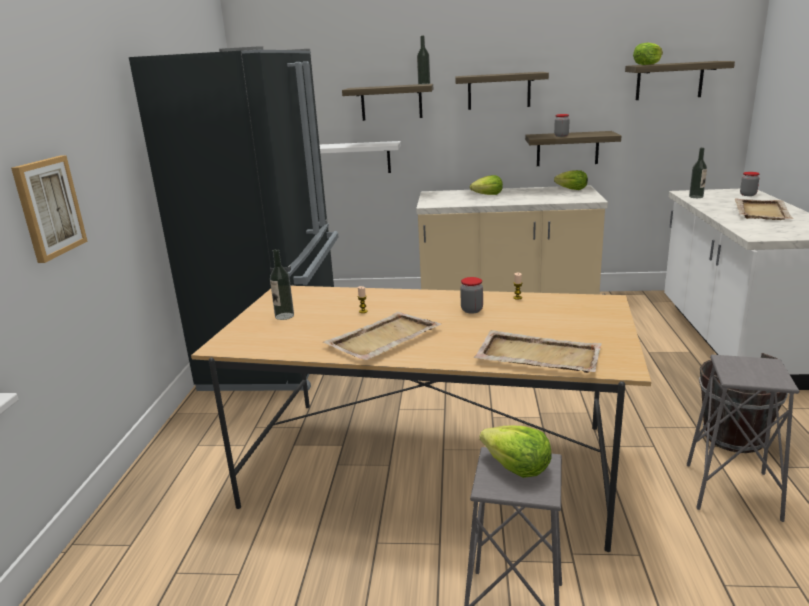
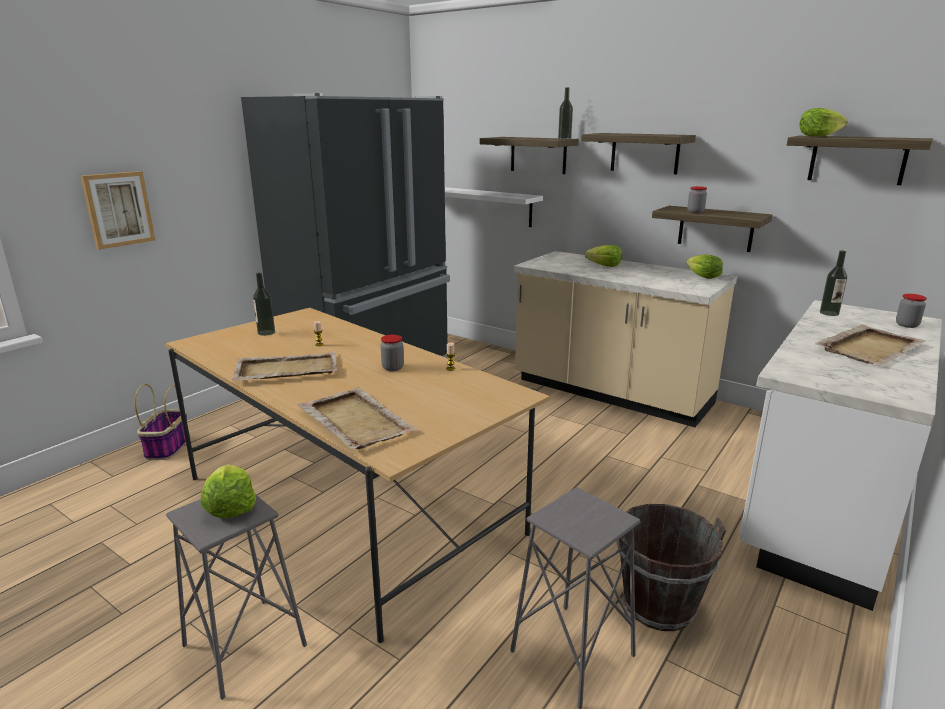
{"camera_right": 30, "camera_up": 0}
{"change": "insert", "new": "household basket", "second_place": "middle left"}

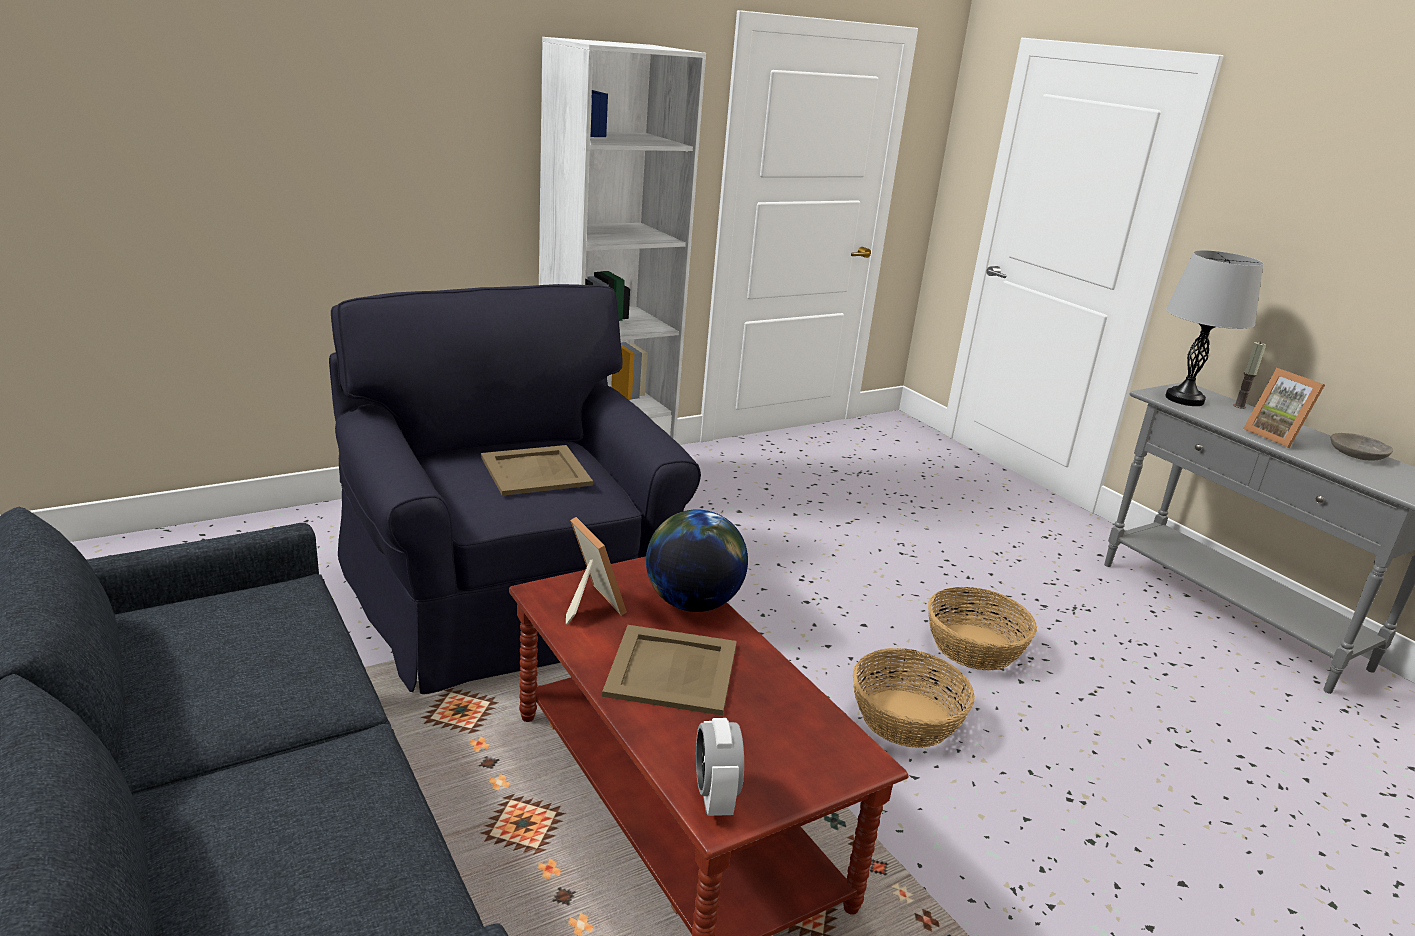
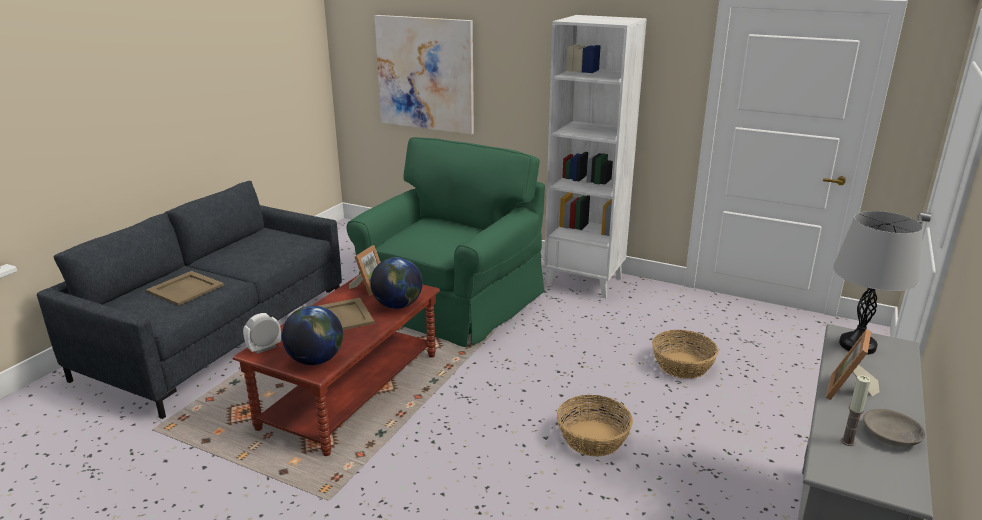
{"camera_right": 60, "camera_up": 0}
{"change": "move", "old": "serving tray in beige (1st from left)", "first_place": "centre", "second_place": "middle left"}
{"change": "insert", "new": "world globe (1st from left)", "second_place": "middle left"}
{"change": "recolor", "old": "armchair in blackish", "new": "armchair in greenish", "first_place": "centre", "second_place": "centre"}
{"change": "insert", "new": "wall art", "second_place": "top centre"}
{"change": "move", "old": "household basket (1st from left in the first image)", "new": "household basket (2nd from left)", "first_place": "bottom centre", "second_place": "bottom right"}
{"change": "move", "old": "candle", "first_place": "middle right", "second_place": "bottom right"}

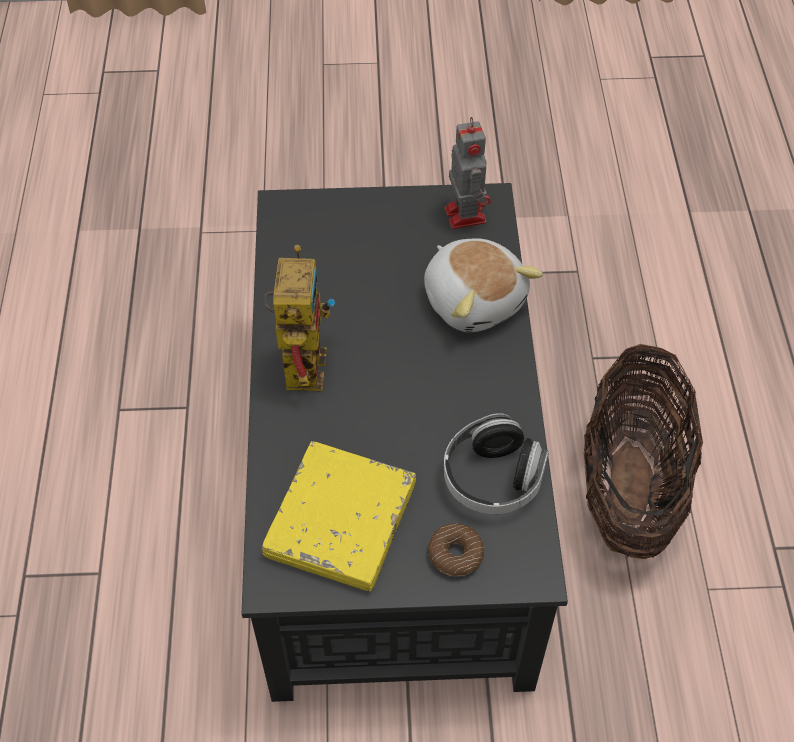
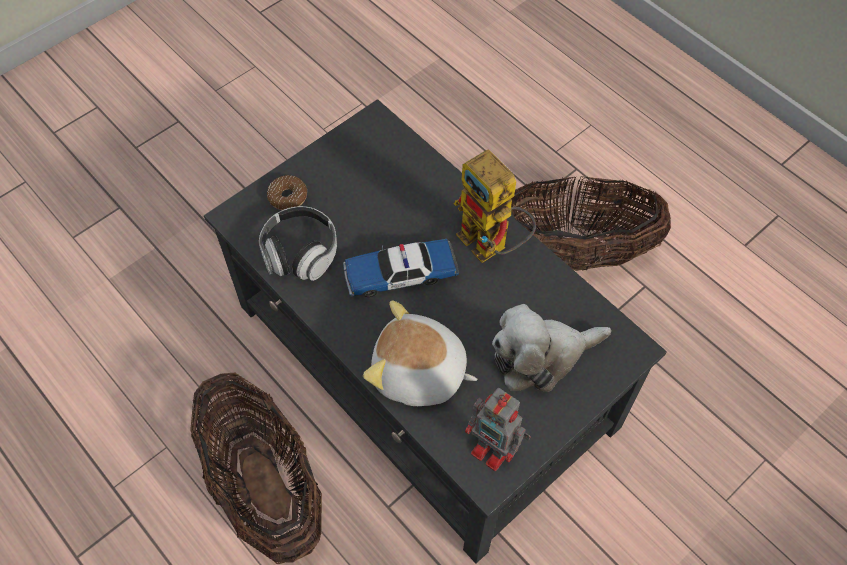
{"camera_right": 140, "camera_up": 5}
{"change": "insert", "new": "model car", "second_place": "centre"}
{"change": "insert", "new": "plush toy (2nd from left)", "second_place": "centre"}
{"change": "insert", "new": "household basket (2nd from left)", "second_place": "middle right"}
{"change": "delete", "old": "volume in yellowish", "first_place": "bottom centre"}

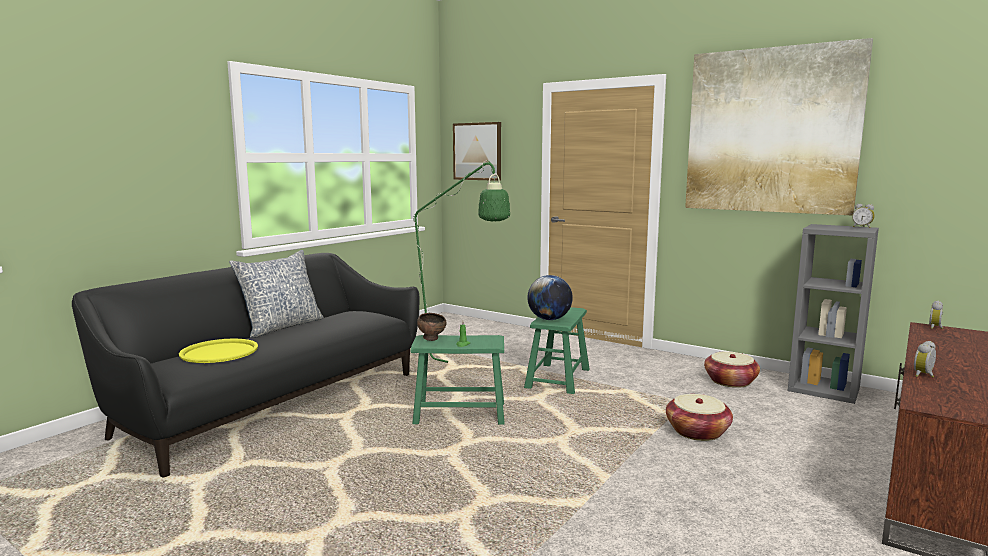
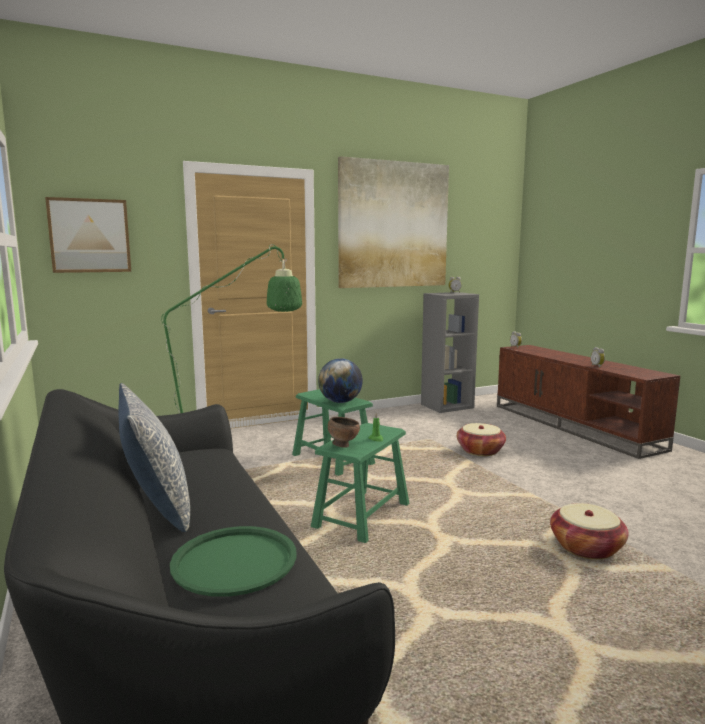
{"camera_right": -60, "camera_up": 0}
{"change": "recolor", "old": "serving tray in yellowish", "new": "serving tray in greenish", "first_place": "middle left", "second_place": "bottom left"}
{"change": "move", "old": "household basket (2nd from left)", "first_place": "middle right", "second_place": "bottom right"}

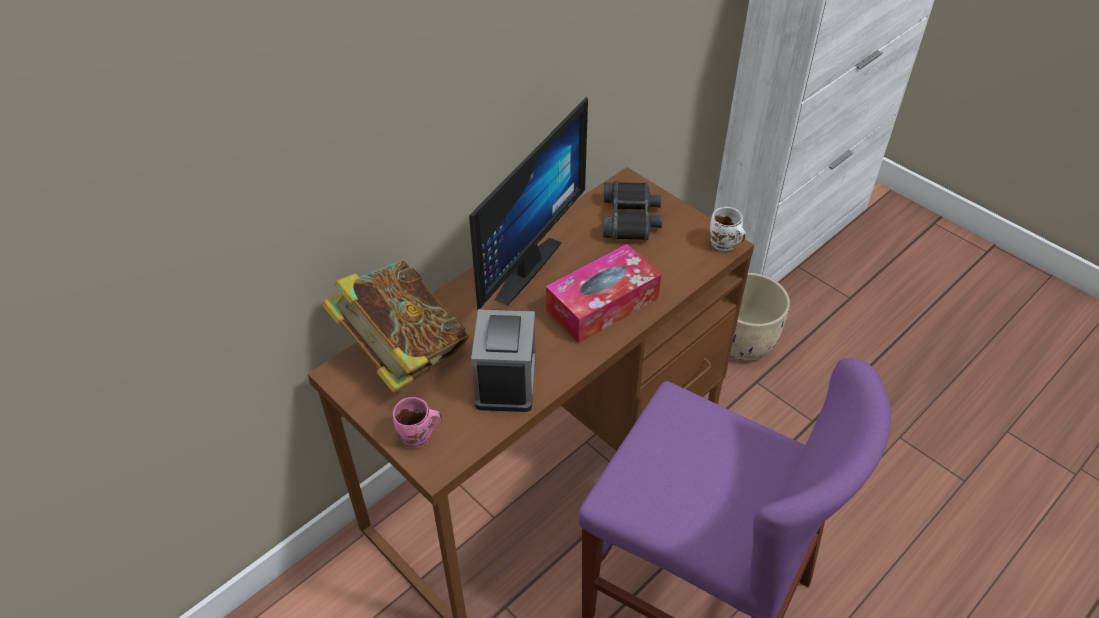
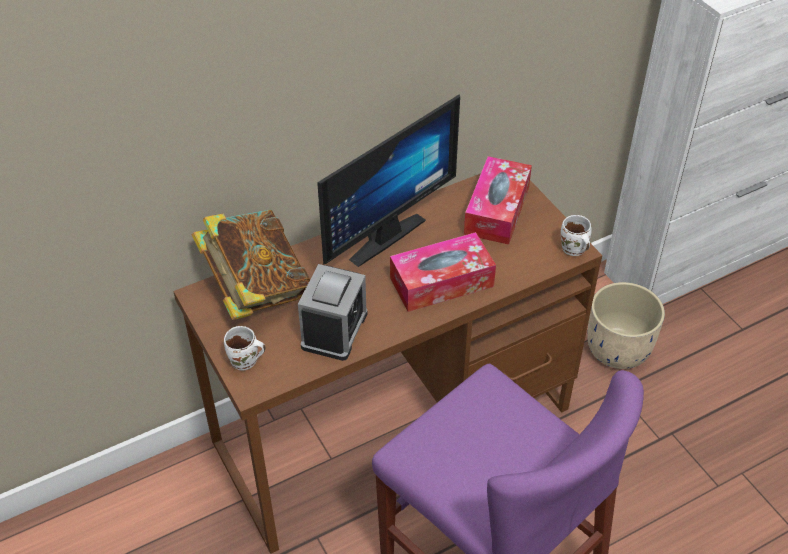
{"camera_right": 15, "camera_up": 0}
{"change": "recolor", "old": "mug in pink-coloured", "new": "mug in white (1st from left)", "first_place": "bottom centre", "second_place": "middle left"}
{"change": "replace", "old": "field glasses in blackish", "new": "tissue holder (2nd from left)", "first_place": "centre", "second_place": "centre"}

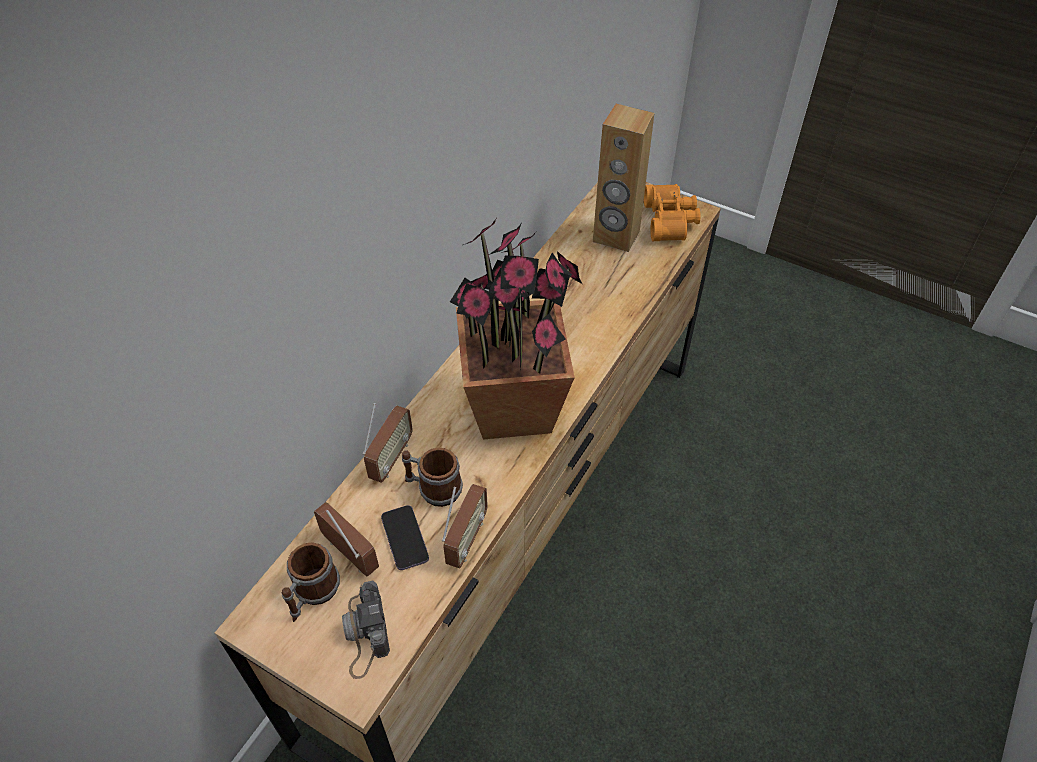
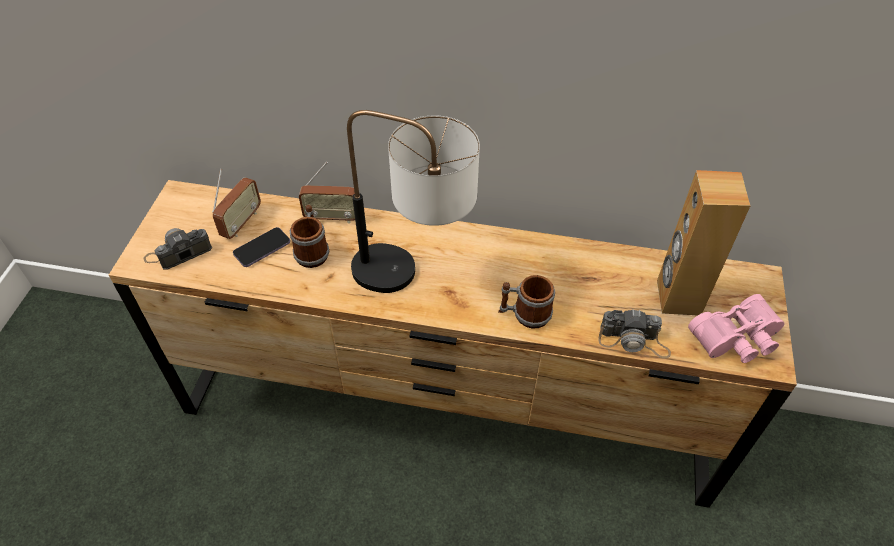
{"camera_right": 70, "camera_up": 0}
{"change": "replace", "old": "houseplant", "new": "table lamp", "first_place": "centre", "second_place": "centre"}
{"change": "move", "old": "mug (1st from left in the first image)", "new": "mug (2nd from left)", "first_place": "bottom left", "second_place": "centre"}
{"change": "insert", "new": "still camera (2nd from left)", "second_place": "middle right"}
{"change": "recolor", "old": "field glasses in orangey", "new": "field glasses in pink-coloured", "first_place": "top centre", "second_place": "middle right"}
{"change": "delete", "old": "radio set (3rd from left)", "first_place": "bottom centre"}

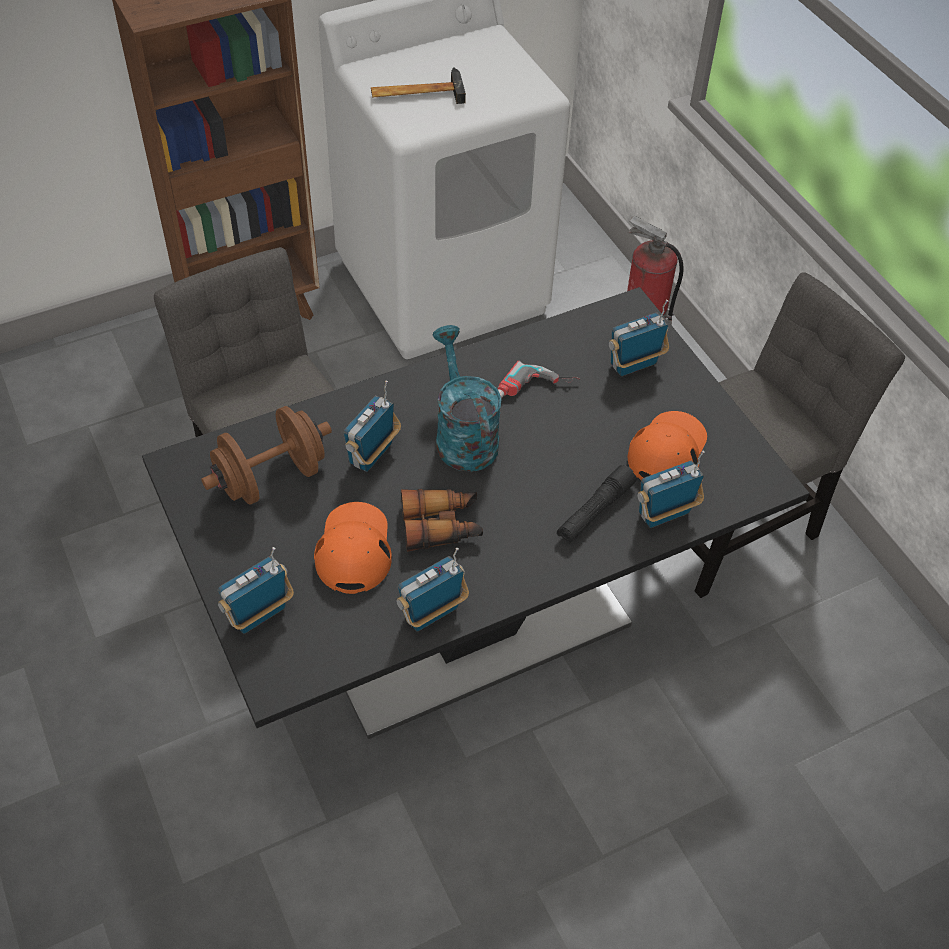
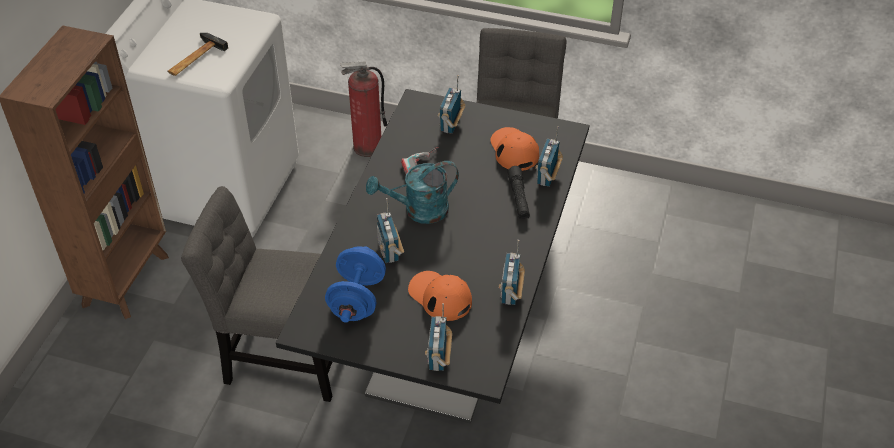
{"camera_right": -45, "camera_up": -5}
{"change": "recolor", "old": "dumbbell in brownish", "new": "dumbbell in blue", "first_place": "middle left", "second_place": "centre"}
{"change": "rotate", "old": "sprinkling can in turquoise", "first_place": "centre", "second_place": "centre", "degrees": -45}
{"change": "delete", "old": "field glasses", "first_place": "centre"}

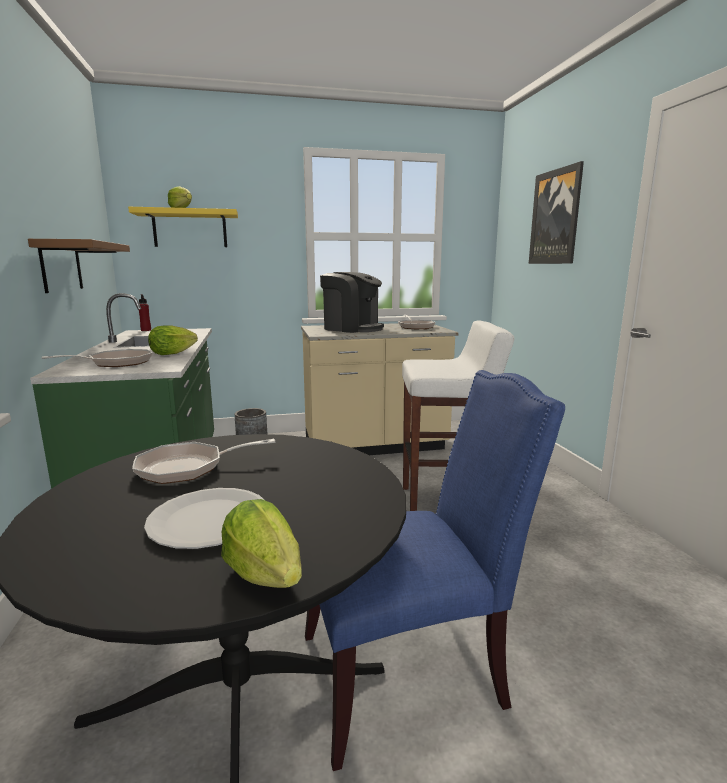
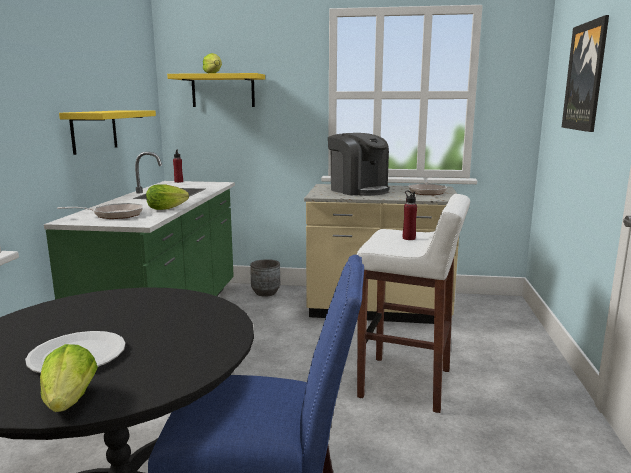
{"camera_right": 20, "camera_up": 0}
{"change": "recolor", "old": "bracket shelf in brownish", "new": "bracket shelf in yellowish (1st from left)", "first_place": "middle left", "second_place": "top left"}
{"change": "insert", "new": "beverage bottle in red (2nd from left)", "second_place": "centre"}
{"change": "delete", "old": "pan (2nd from left)", "first_place": "middle left"}

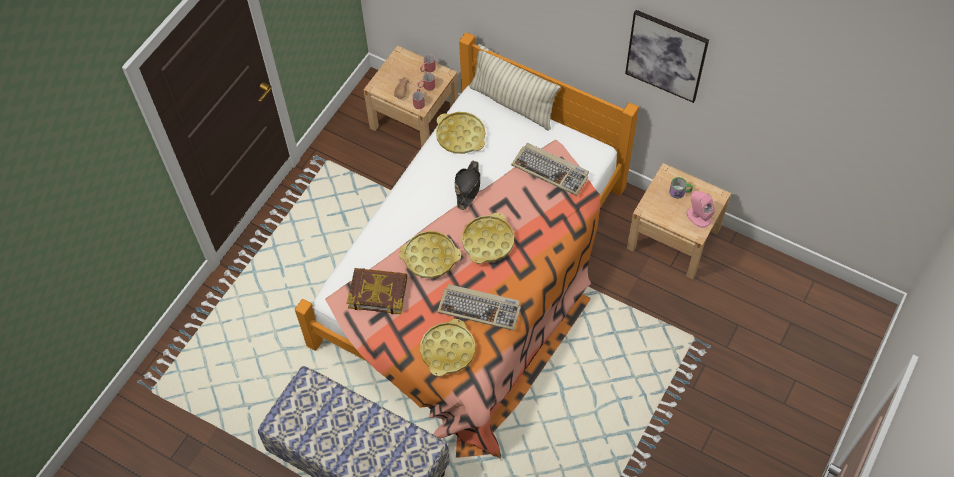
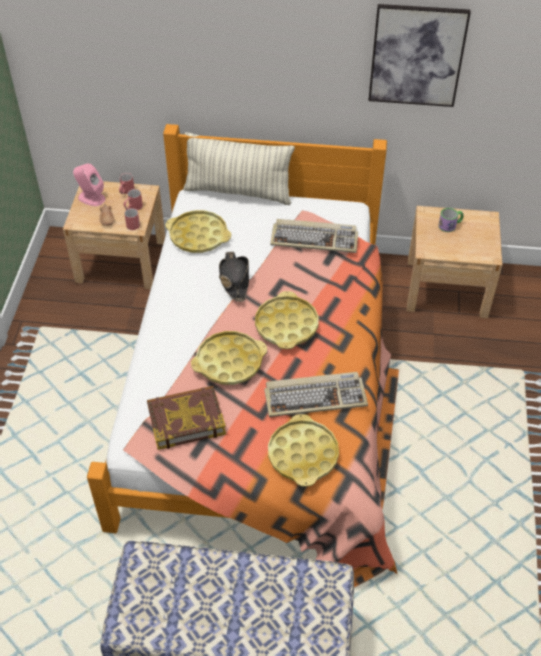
{"camera_right": -25, "camera_up": -10}
{"change": "move", "old": "speaker in pink-coloured", "first_place": "middle right", "second_place": "top left"}

